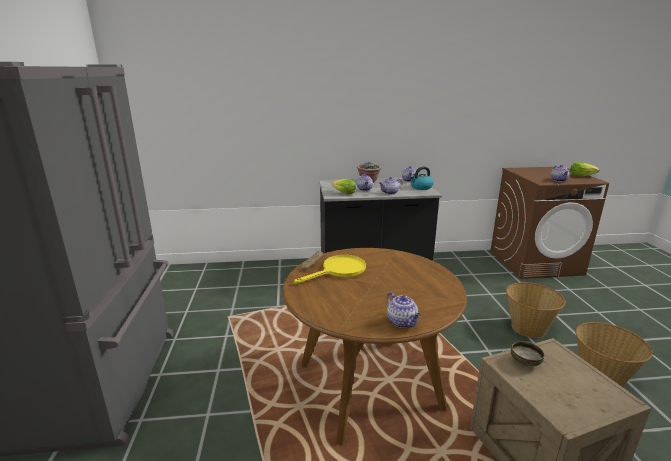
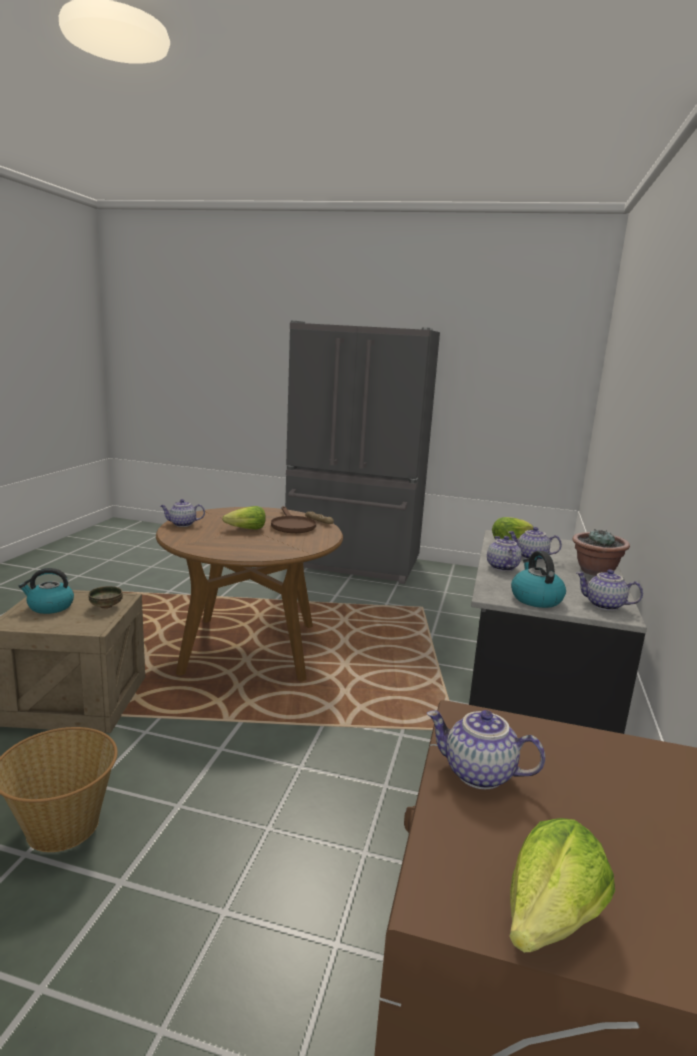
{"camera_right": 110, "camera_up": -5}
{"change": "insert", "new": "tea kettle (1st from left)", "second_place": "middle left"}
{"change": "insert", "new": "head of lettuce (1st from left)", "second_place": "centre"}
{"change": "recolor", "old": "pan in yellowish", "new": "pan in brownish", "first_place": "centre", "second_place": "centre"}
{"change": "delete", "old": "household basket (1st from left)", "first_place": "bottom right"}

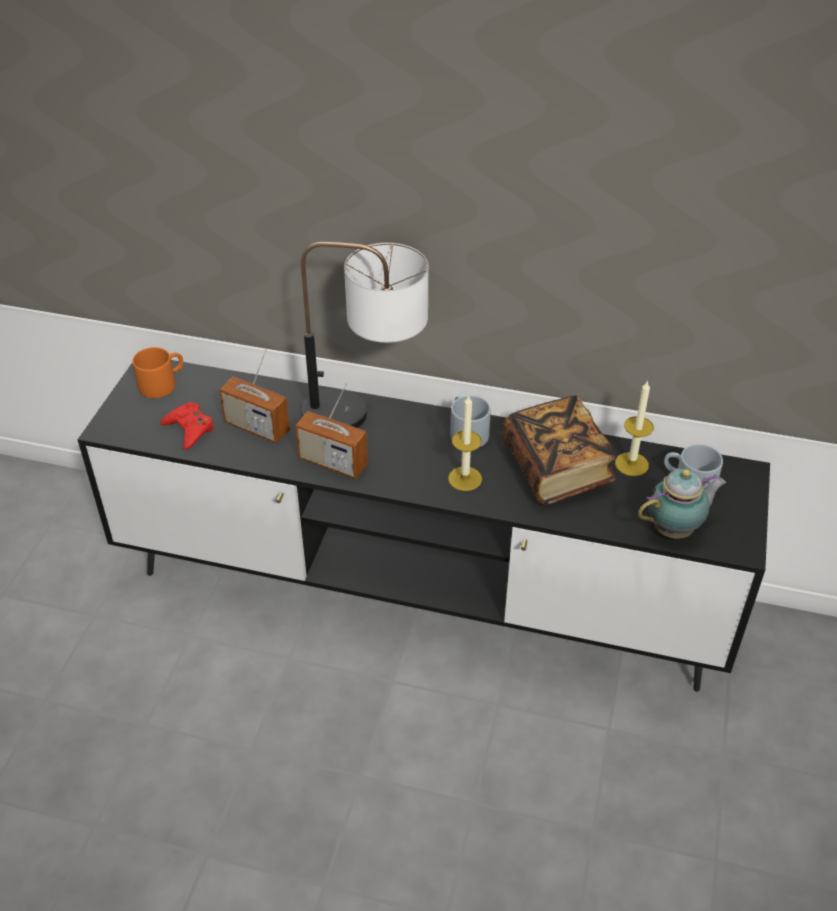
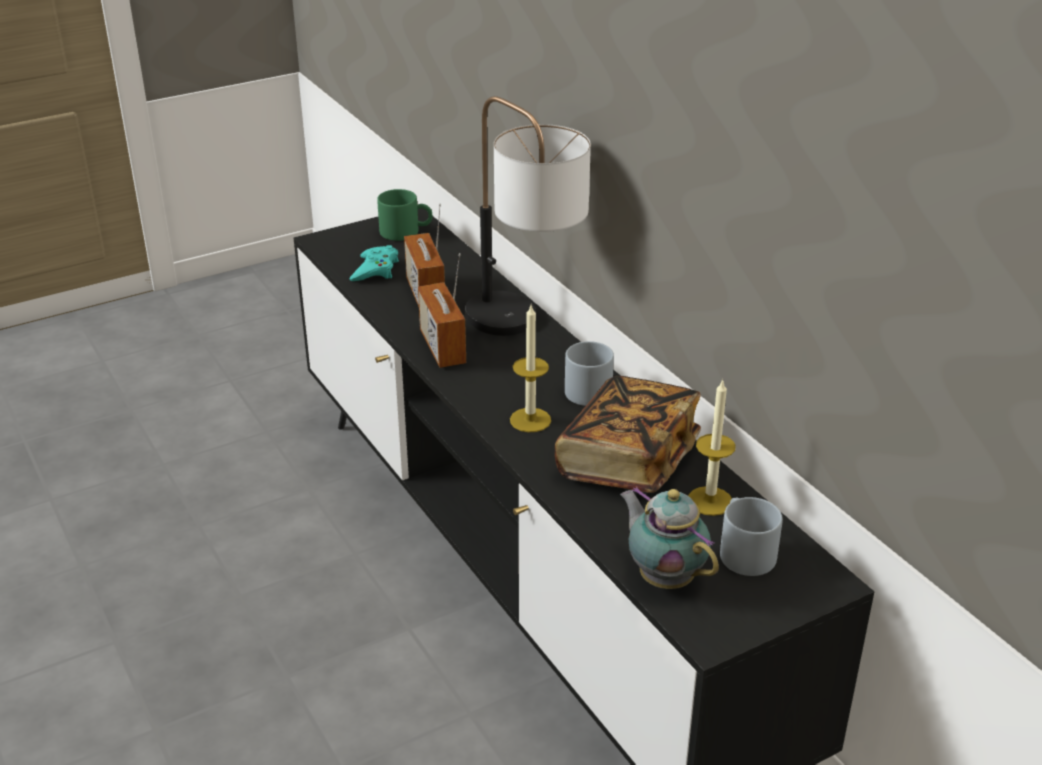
{"camera_right": 45, "camera_up": -10}
{"change": "recolor", "old": "game controller in red", "new": "game controller in turquoise", "first_place": "middle left", "second_place": "centre"}
{"change": "recolor", "old": "mug in orangey", "new": "mug in greenish", "first_place": "middle left", "second_place": "top centre"}
{"change": "rotate", "old": "tea pot", "first_place": "middle right", "second_place": "bottom centre", "degrees": -150}

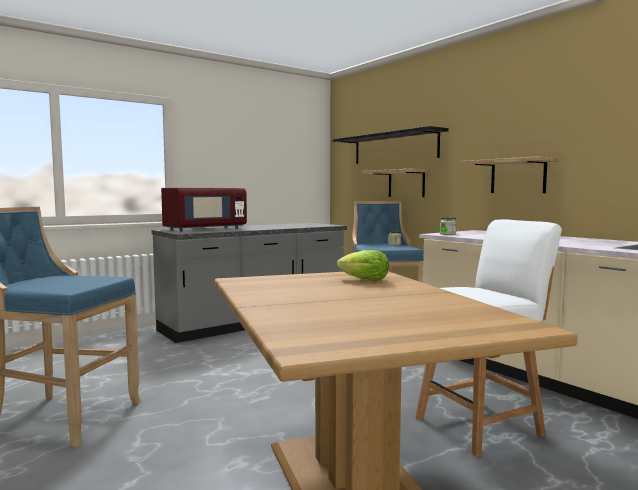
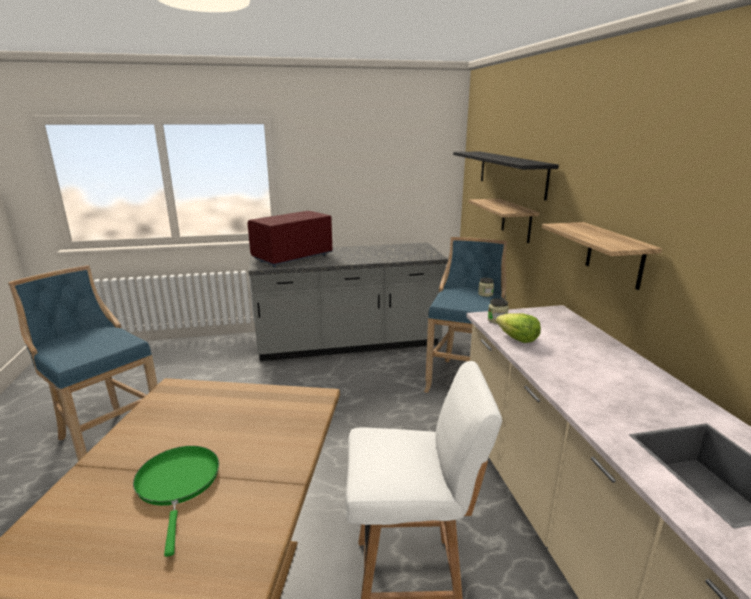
{"camera_right": 25, "camera_up": 15}
{"change": "insert", "new": "pan in greenish", "second_place": "bottom left"}
{"change": "rotate", "old": "microwave oven in red", "first_place": "middle left", "second_place": "centre", "degrees": 150}
{"change": "move", "old": "head of lettuce", "first_place": "centre", "second_place": "middle right"}

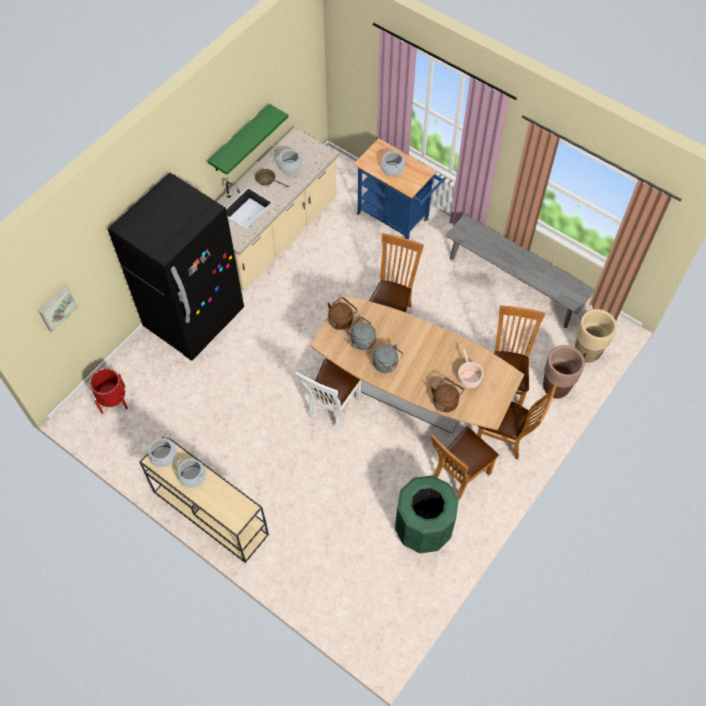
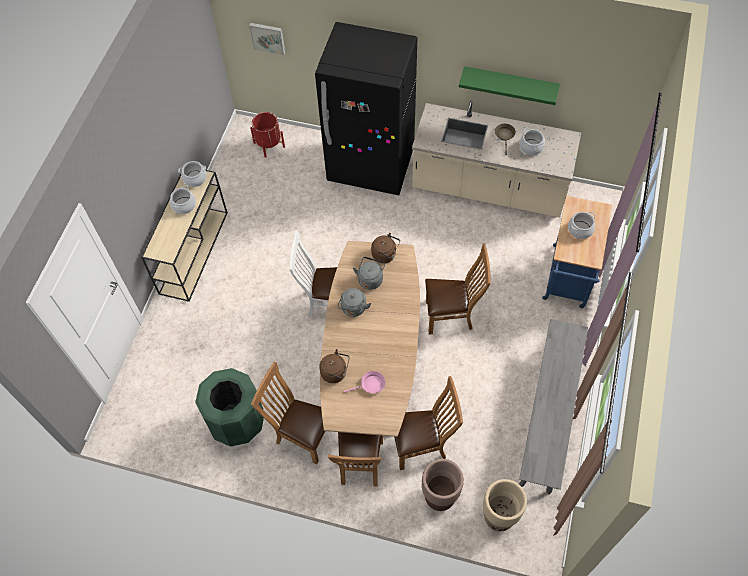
{"camera_right": 70, "camera_up": 0}
{"change": "replace", "old": "stockpot (5th from left)", "new": "pan in pink-coloured", "first_place": "middle right", "second_place": "centre"}

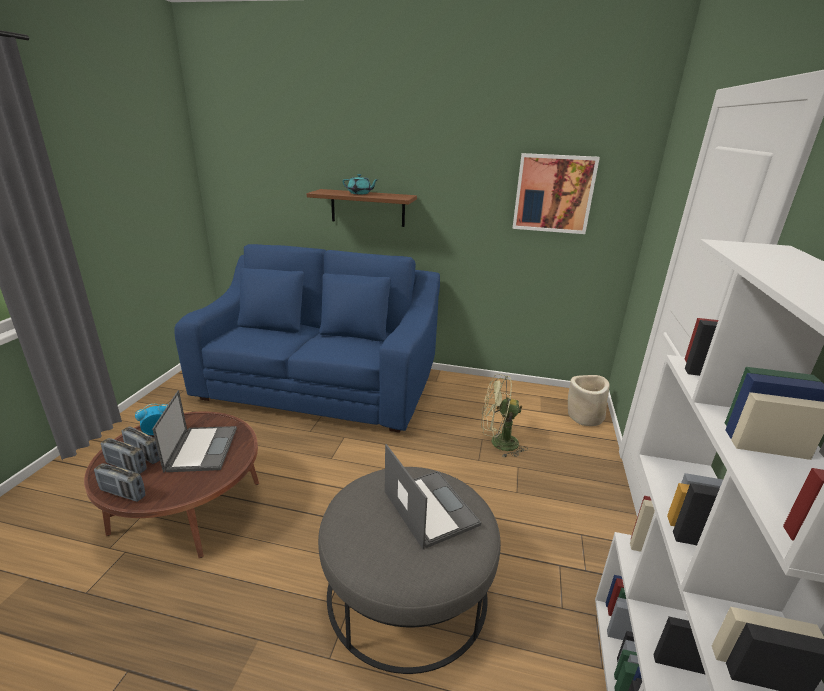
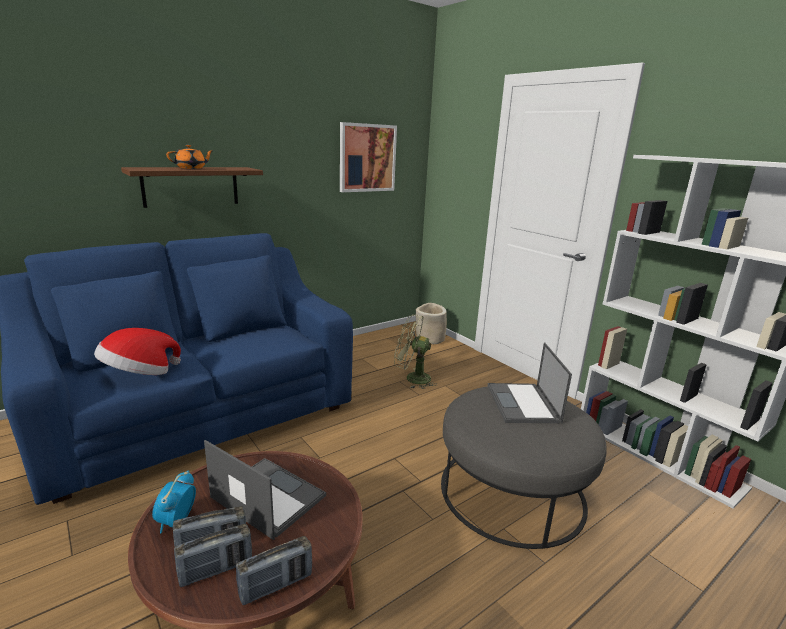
{"camera_right": -50, "camera_up": -5}
{"change": "insert", "new": "wearable hat", "second_place": "middle left"}
{"change": "recolor", "old": "tea pot in turquoise", "new": "tea pot in orangey", "first_place": "top centre", "second_place": "top left"}
{"change": "rotate", "old": "electric fan in greenish", "first_place": "centre", "second_place": "centre", "degrees": 60}
{"change": "rotate", "old": "notebook computer (2nd from left)", "first_place": "bottom centre", "second_place": "middle right", "degrees": -105}

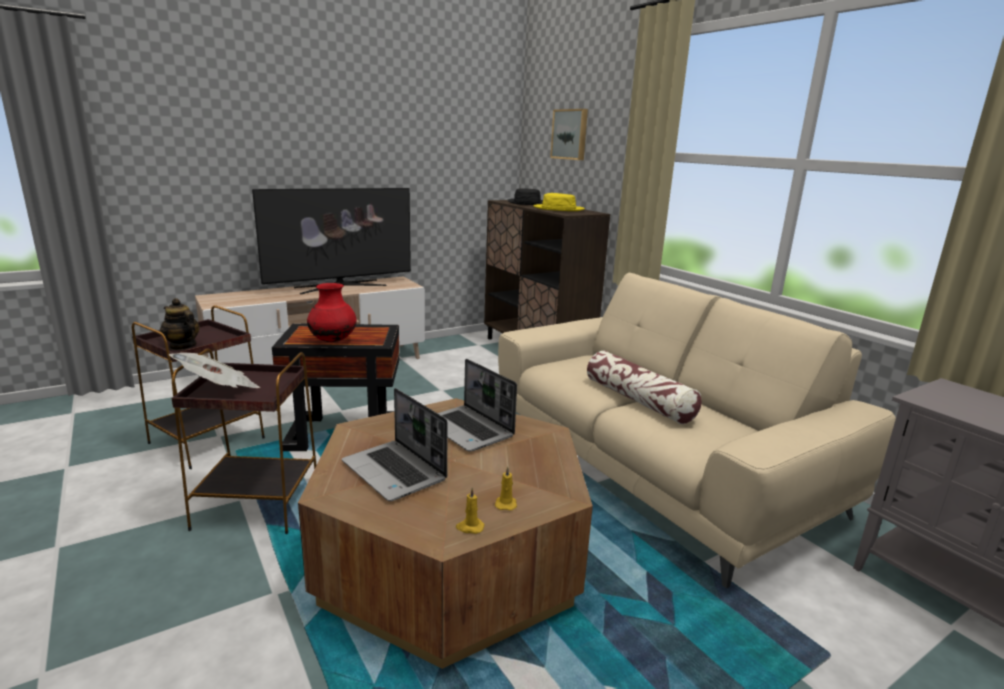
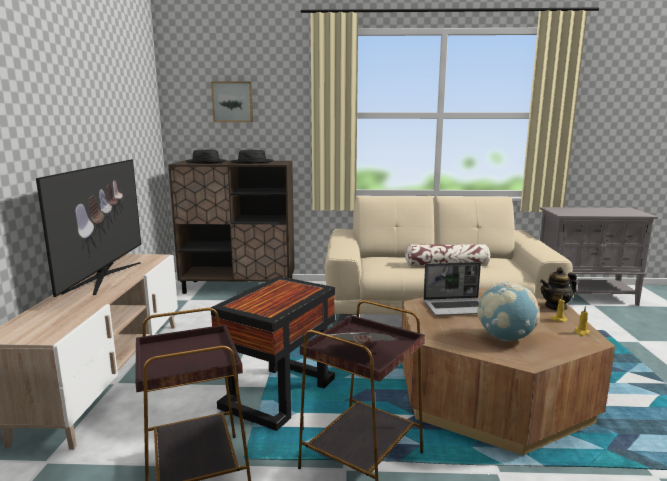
{"camera_right": -55, "camera_up": -5}
{"change": "recolor", "old": "wearable hat in yellowish", "new": "wearable hat in blackish (2nd from left)", "first_place": "top centre", "second_place": "top centre"}
{"change": "replace", "old": "notebook computer (1st from left)", "new": "world globe", "first_place": "centre", "second_place": "middle right"}
{"change": "move", "old": "tea pot", "first_place": "middle left", "second_place": "middle right"}
{"change": "delete", "old": "flower vase in red", "first_place": "middle left"}

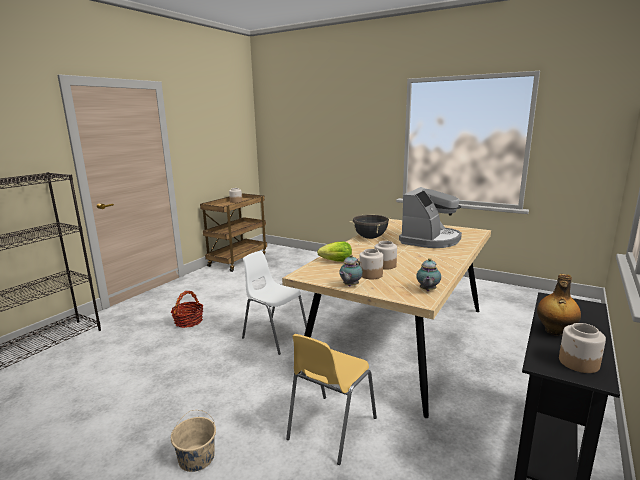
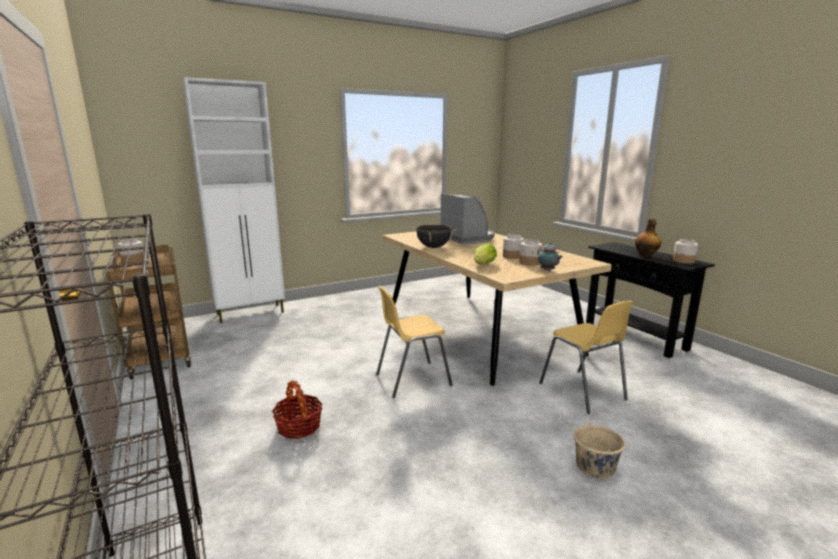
{"camera_right": -60, "camera_up": 0}
{"change": "insert", "new": "cupboard in white", "second_place": "middle left"}
{"change": "recolor", "old": "chair in white", "new": "chair in yellowish (1st from left)", "first_place": "centre", "second_place": "centre"}
{"change": "delete", "old": "tea pot (2nd from left)", "first_place": "middle right"}

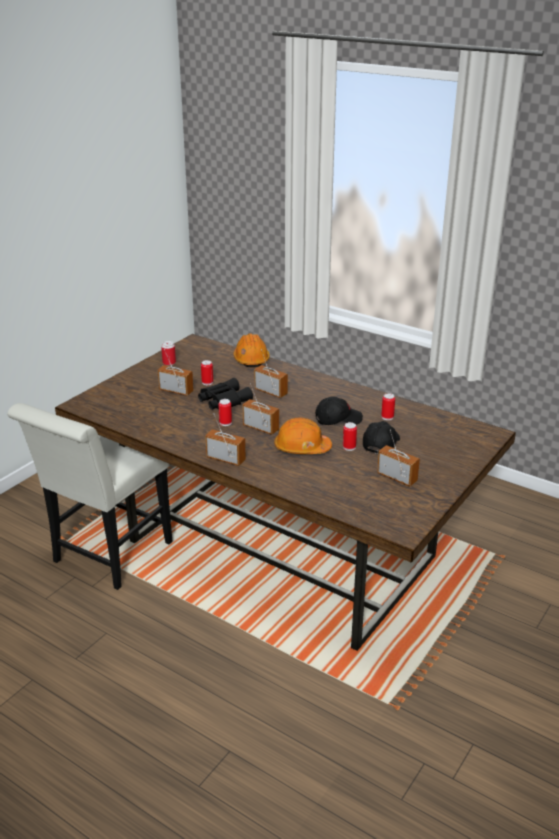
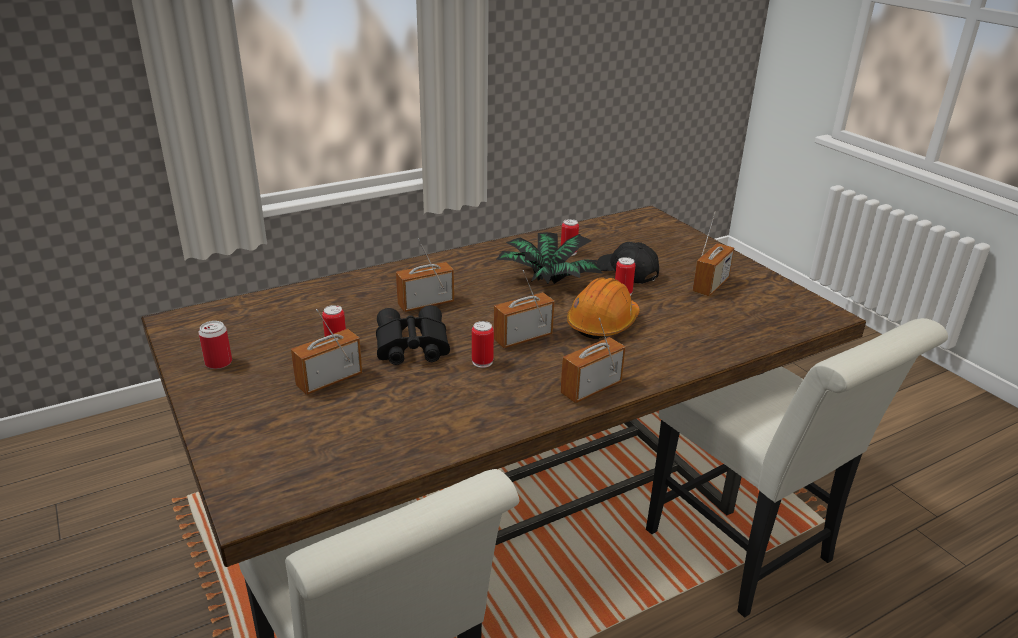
{"camera_right": -65, "camera_up": 0}
{"change": "replace", "old": "cap in blackish (1st from left)", "new": "houseplant", "first_place": "centre", "second_place": "centre"}
{"change": "insert", "new": "chair in white (2nd from left)", "second_place": "bottom right"}
{"change": "rotate", "old": "radio set (5th from left)", "first_place": "middle right", "second_place": "middle right", "degrees": 150}
{"change": "delete", "old": "safety helmet in orangey (1st from left)", "first_place": "centre"}

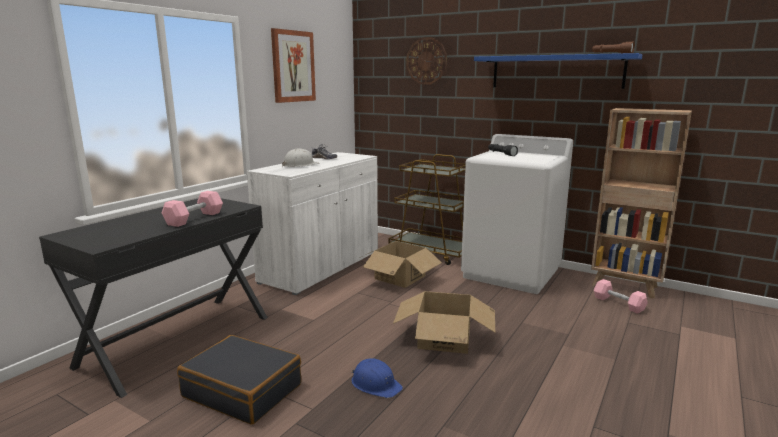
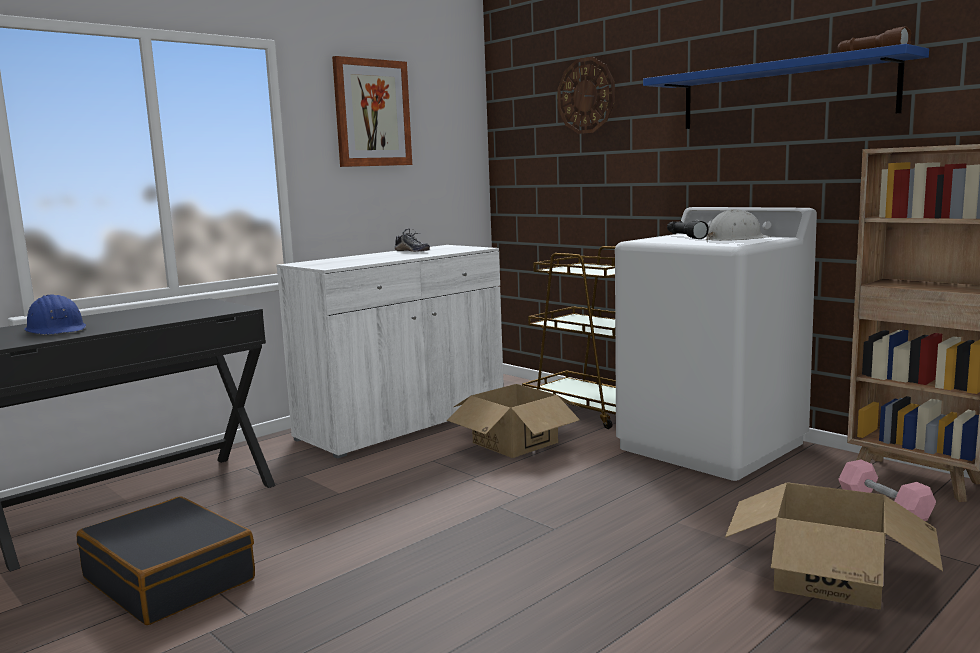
{"camera_right": 15, "camera_up": -5}
{"change": "move", "old": "safety helmet in blue", "first_place": "bottom centre", "second_place": "middle left"}
{"change": "move", "old": "safety helmet in white", "first_place": "centre", "second_place": "middle right"}
{"change": "move", "old": "packing box (2nd from left)", "first_place": "bottom centre", "second_place": "bottom right"}
{"change": "delete", "old": "dumbbell in pink-coloured (1st from left)", "first_place": "middle left"}

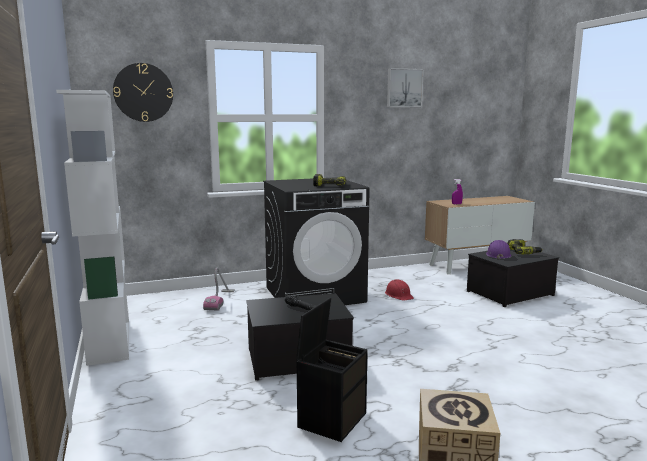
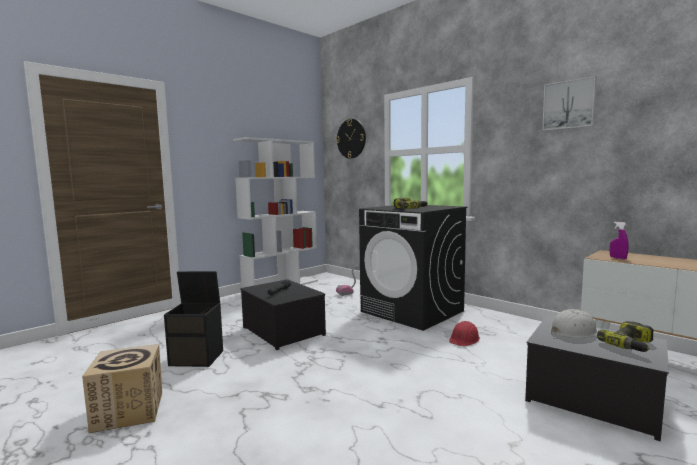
{"camera_right": 65, "camera_up": -5}
{"change": "recolor", "old": "safety helmet in purple", "new": "safety helmet in white", "first_place": "middle right", "second_place": "bottom right"}

